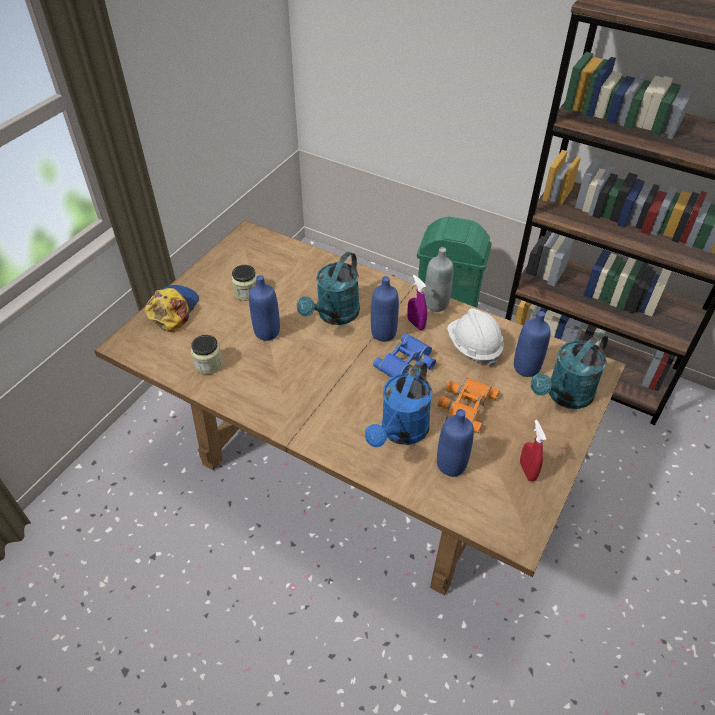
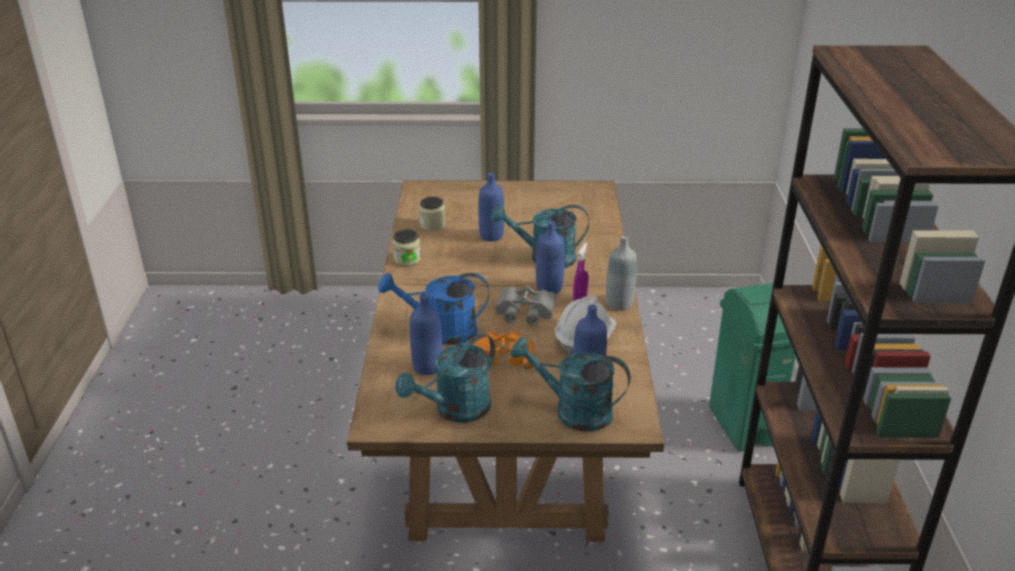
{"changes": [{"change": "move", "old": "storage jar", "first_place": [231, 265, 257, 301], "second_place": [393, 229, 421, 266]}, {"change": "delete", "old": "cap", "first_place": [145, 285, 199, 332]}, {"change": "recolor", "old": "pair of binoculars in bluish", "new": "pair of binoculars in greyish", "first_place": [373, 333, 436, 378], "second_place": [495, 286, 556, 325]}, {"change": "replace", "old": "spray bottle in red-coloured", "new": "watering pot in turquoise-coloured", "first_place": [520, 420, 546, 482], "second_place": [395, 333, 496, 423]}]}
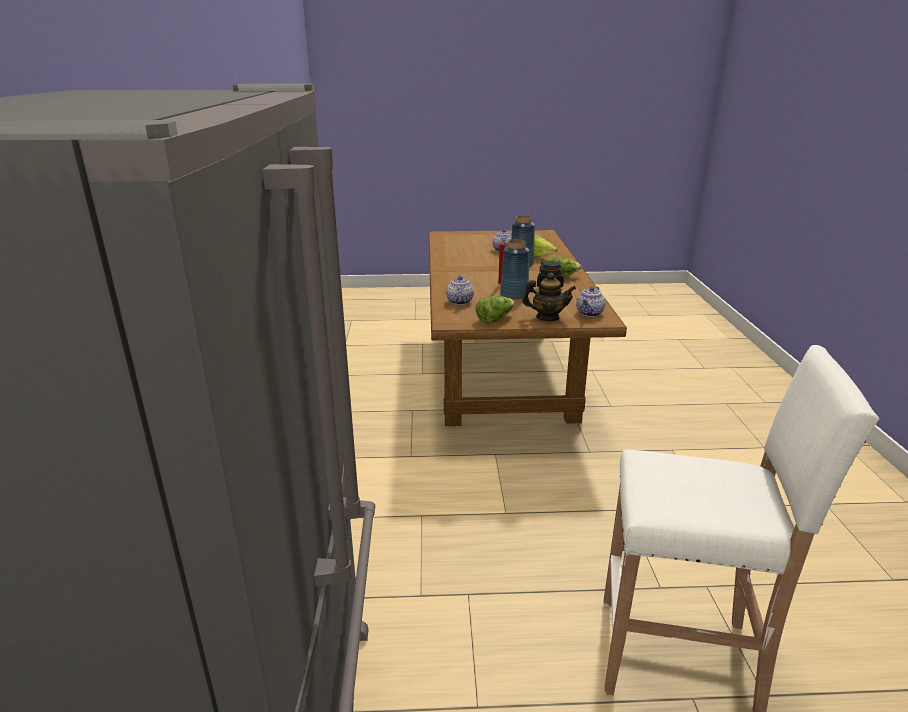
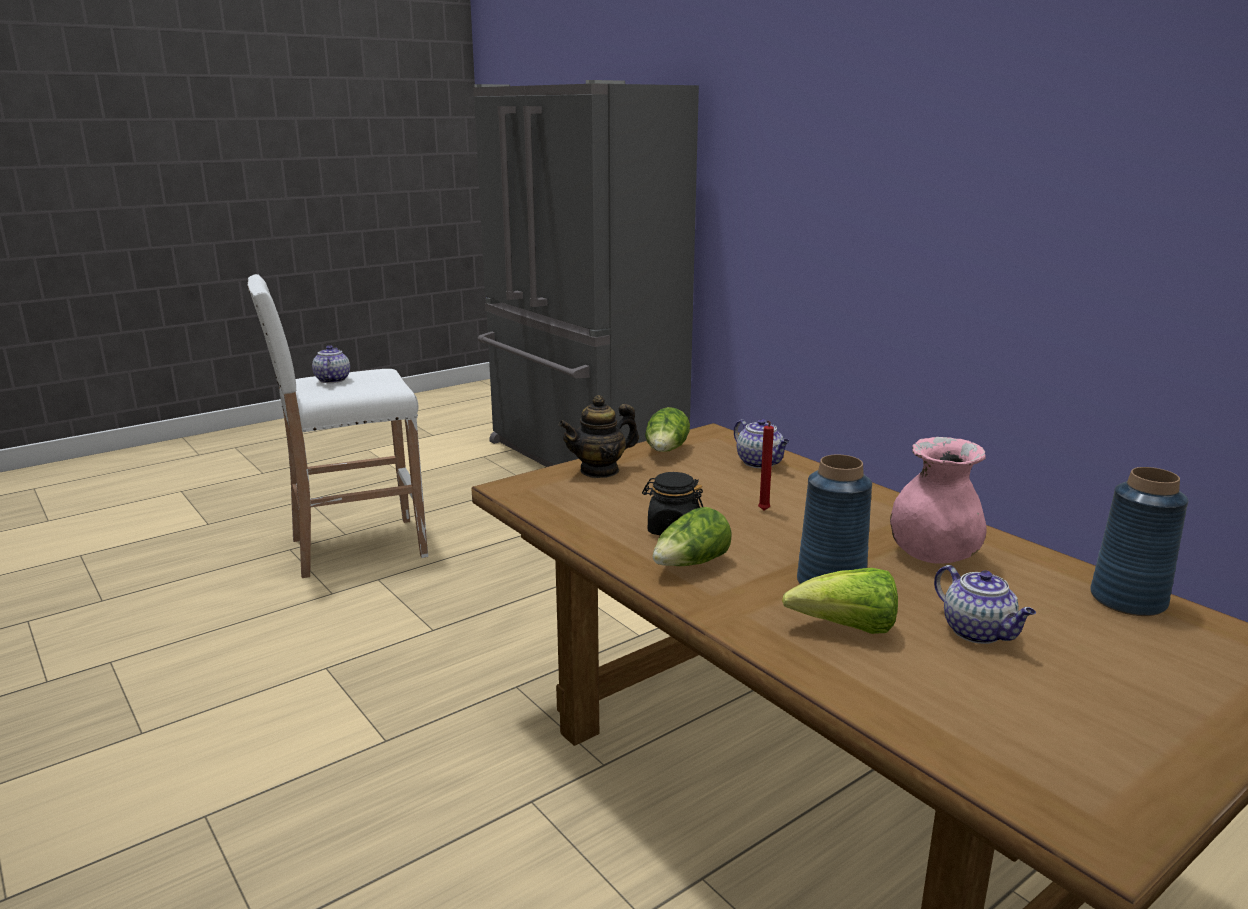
{"changes": [{"change": "move", "old": "decorative vase in bluish", "first_place": [500, 239, 529, 300], "second_place": [1090, 467, 1188, 616]}, {"change": "move", "old": "tea pot", "first_place": [576, 287, 605, 317], "second_place": [312, 345, 350, 383]}, {"change": "insert", "new": "decorative vase in pink", "second_place": [890, 437, 987, 564]}]}
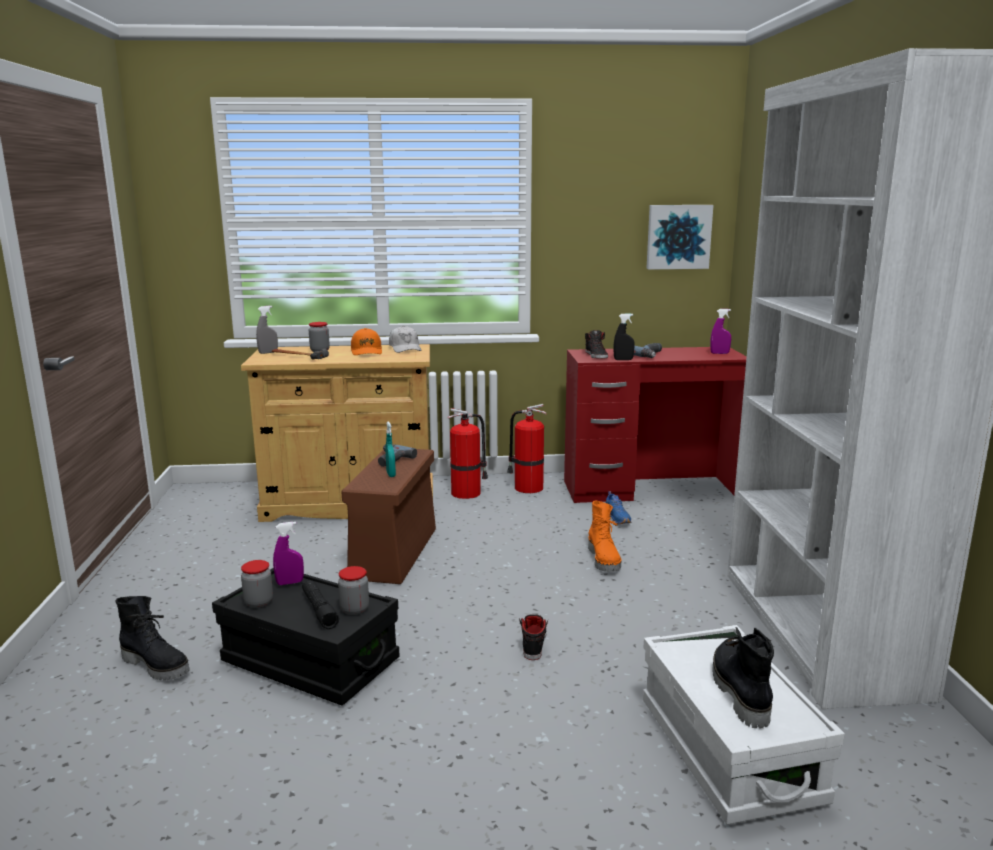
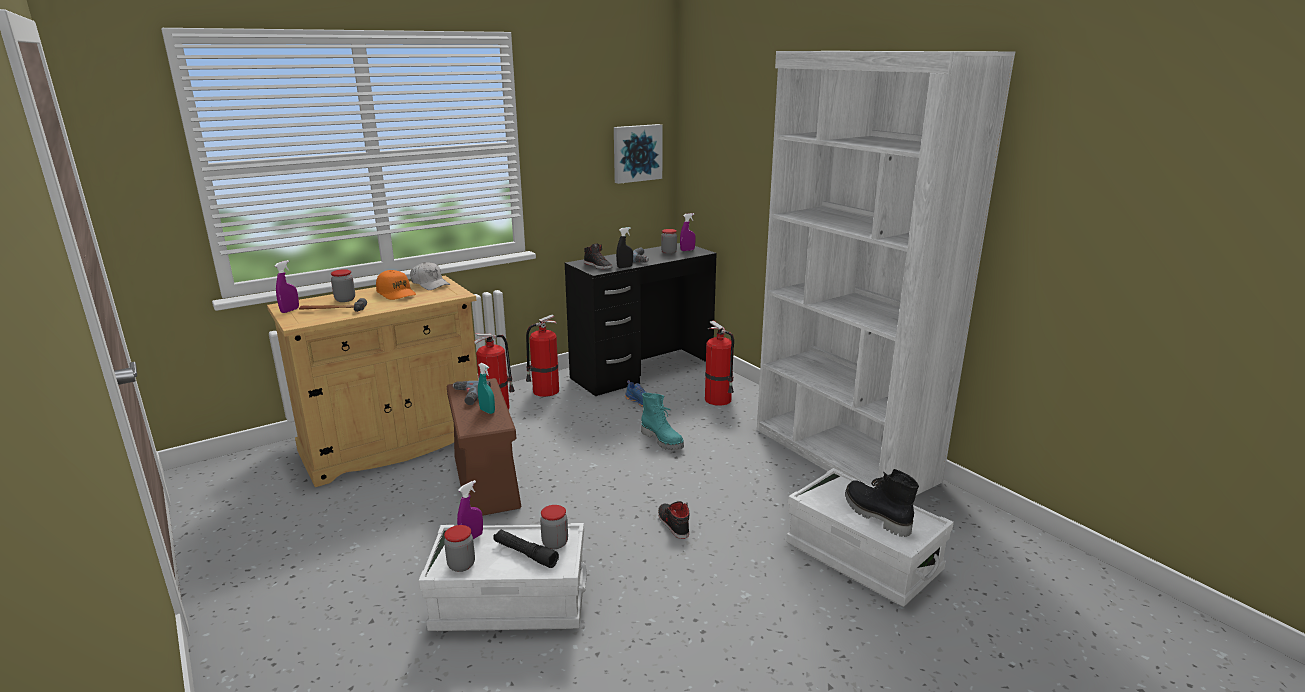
{"changes": [{"change": "recolor", "old": "spray bottle in greyish", "new": "spray bottle in purplish", "first_place": [256, 306, 278, 354], "second_place": [275, 260, 299, 313]}, {"change": "recolor", "old": "desk unit in red-coloured", "new": "desk unit in black", "first_place": [564, 347, 747, 503], "second_place": [565, 243, 717, 396]}, {"change": "recolor", "old": "boot in orangey", "new": "boot in turquoise-coloured", "first_place": [588, 501, 622, 572], "second_place": [641, 393, 684, 450]}, {"change": "recolor", "old": "storage container in black", "new": "storage container in whitish", "first_place": [212, 568, 400, 706], "second_place": [418, 523, 587, 631]}, {"change": "delete", "old": "boot in black", "first_place": [115, 596, 190, 680]}, {"change": "insert", "new": "storage jar", "second_place": [661, 229, 677, 254]}, {"change": "insert", "new": "fire-fighting cylinder", "second_place": [705, 320, 734, 406]}]}
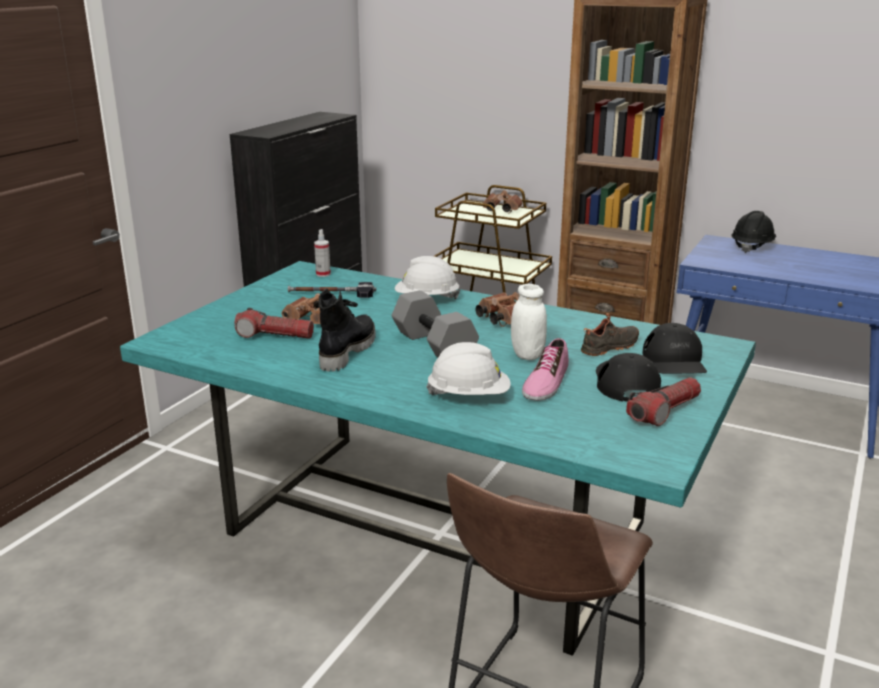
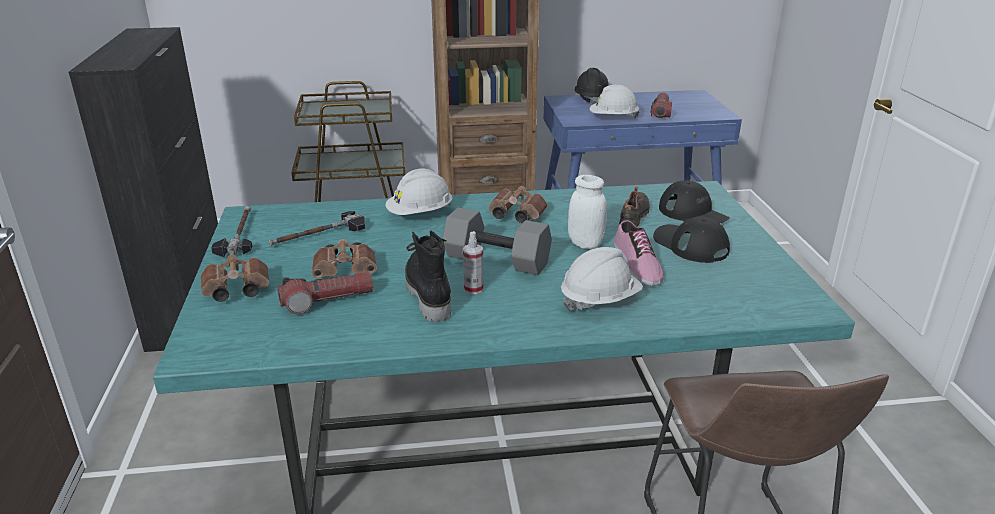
{"changes": [{"change": "move", "old": "pair of binoculars in brownish", "first_place": [483, 190, 523, 213], "second_place": [200, 255, 269, 302]}, {"change": "move", "old": "spray bottle", "first_place": [314, 229, 331, 277], "second_place": [463, 231, 484, 294]}, {"change": "move", "old": "hand torch", "first_place": [626, 377, 701, 426], "second_place": [650, 92, 672, 118]}, {"change": "insert", "new": "safety helmet in whitish", "second_place": [590, 85, 639, 118]}, {"change": "insert", "new": "hand hammer", "second_place": [211, 206, 252, 257]}]}
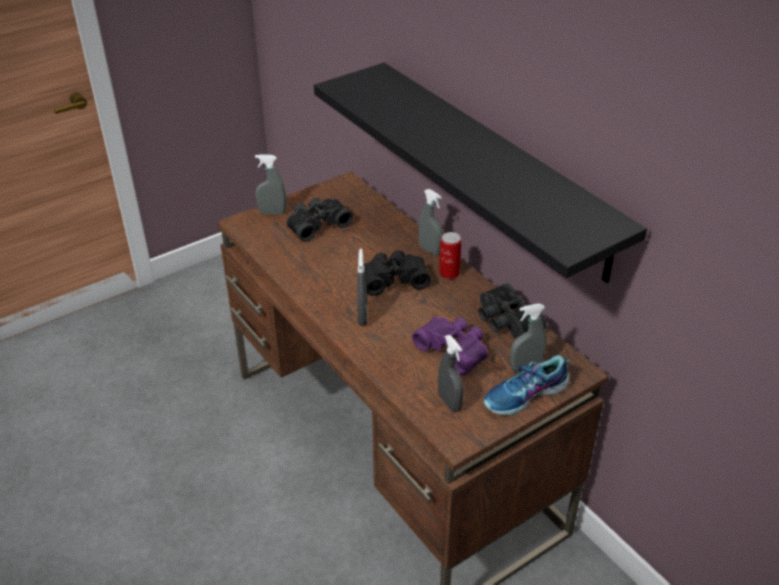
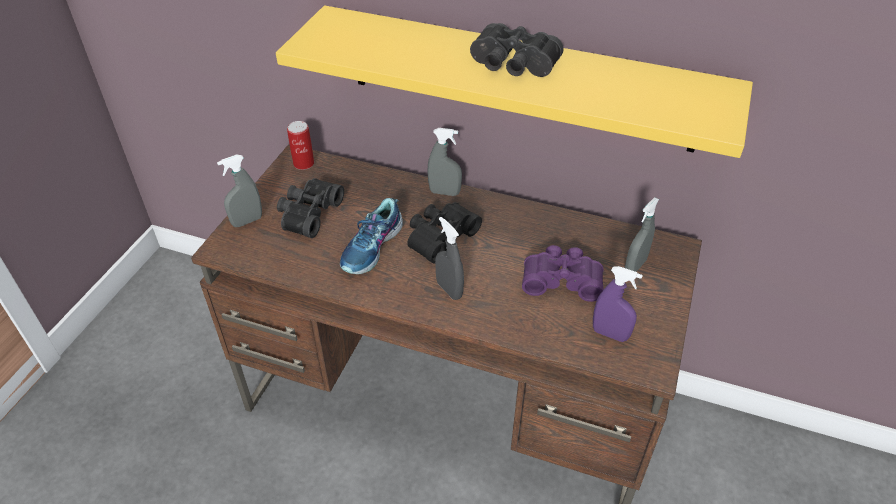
{"changes": [{"change": "recolor", "old": "shelf in black", "new": "shelf in yellow-coloured", "first_place": [314, 63, 647, 283], "second_place": [276, 6, 753, 158]}, {"change": "move", "old": "can", "first_place": [439, 232, 461, 279], "second_place": [287, 121, 314, 170]}, {"change": "move", "old": "pair of binoculars in black", "first_place": [478, 283, 547, 339], "second_place": [470, 23, 564, 77]}, {"change": "recolor", "old": "spray bottle in greyish", "new": "spray bottle in purplish", "first_place": [438, 335, 464, 412], "second_place": [593, 266, 643, 342]}, {"change": "move", "old": "shoe", "first_place": [484, 355, 571, 416], "second_place": [340, 198, 403, 274]}]}
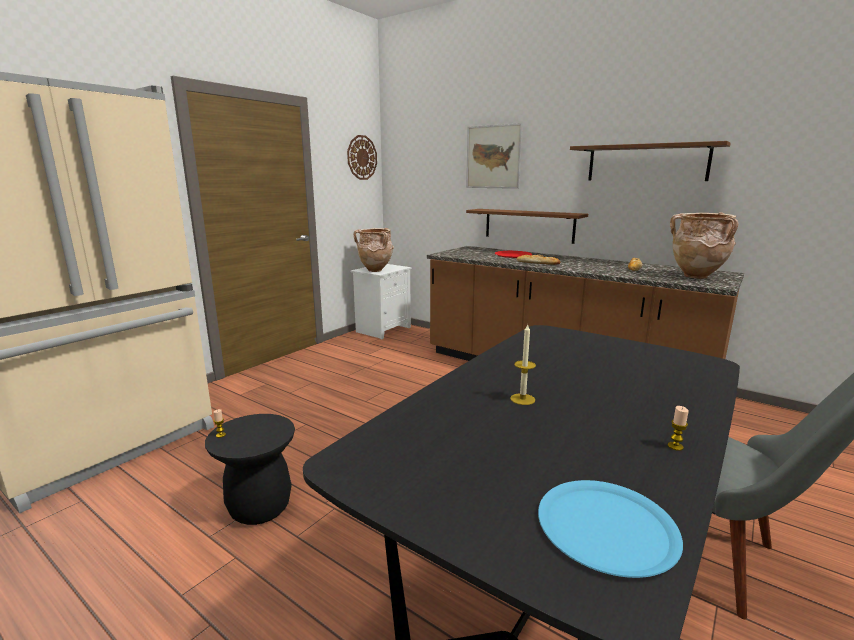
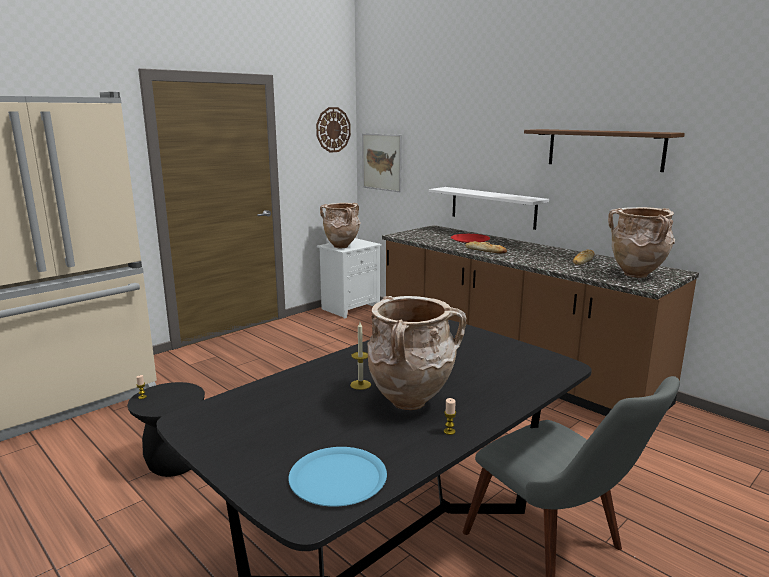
{"changes": [{"change": "move", "old": "wall picture", "first_place": [466, 123, 523, 189], "second_place": [362, 133, 402, 193]}, {"change": "recolor", "old": "shelf in brownish", "new": "shelf in whitish", "first_place": [466, 209, 588, 244], "second_place": [429, 187, 549, 230]}, {"change": "insert", "new": "decorative vase in beige", "second_place": [368, 296, 466, 410]}]}
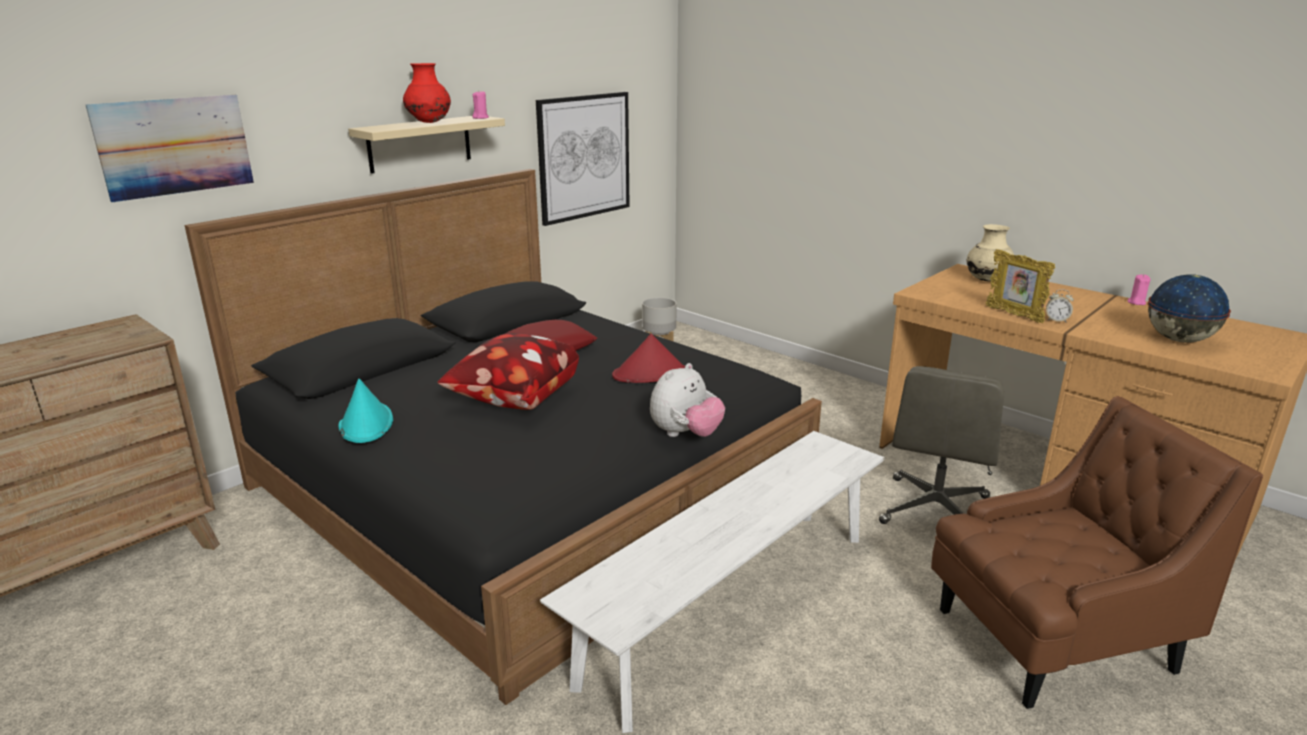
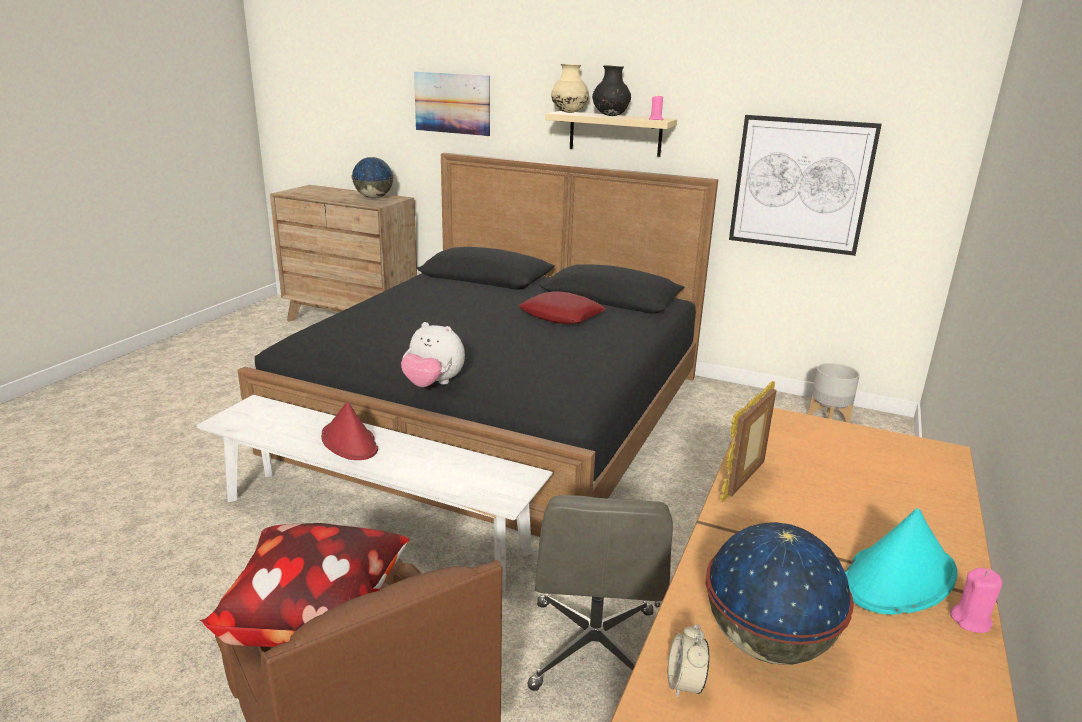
{"changes": [{"change": "recolor", "old": "decorative vase in red-coloured", "new": "decorative vase in black", "first_place": [403, 63, 451, 123], "second_place": [592, 65, 631, 116]}, {"change": "move", "old": "decorative vase in beige", "first_place": [967, 224, 1014, 281], "second_place": [551, 64, 589, 113]}, {"change": "move", "old": "alarm clock", "first_place": [1046, 289, 1074, 323], "second_place": [668, 624, 710, 698]}, {"change": "move", "old": "throw pillow", "first_place": [438, 333, 579, 410], "second_place": [200, 523, 409, 647]}, {"change": "move", "old": "clothing hat in red-coloured", "first_place": [612, 334, 685, 383], "second_place": [321, 401, 378, 460]}, {"change": "rotate", "old": "computer chair in greyish", "first_place": [879, 366, 1004, 524], "second_place": [527, 495, 673, 691], "degrees": -90}, {"change": "move", "old": "clothing hat in turquoise-coloured", "first_place": [339, 379, 393, 443], "second_place": [845, 508, 958, 614]}, {"change": "insert", "new": "globe", "second_place": [351, 157, 394, 198]}]}
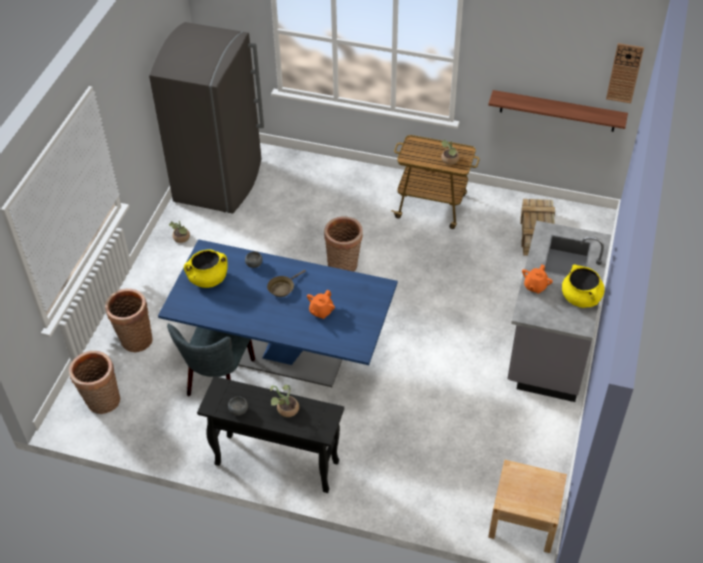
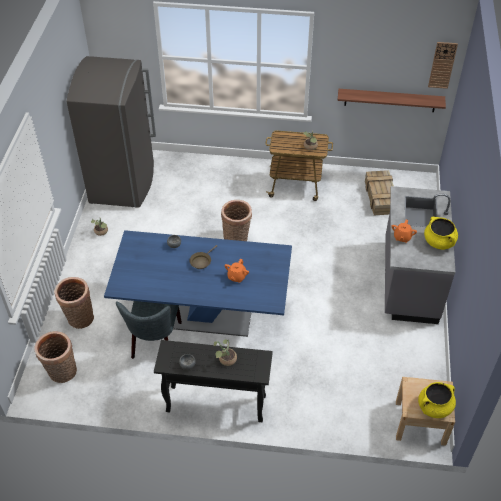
{"changes": [{"change": "move", "old": "saucepot in yellow-coloured", "first_place": [184, 250, 227, 288], "second_place": [418, 382, 456, 418]}]}
